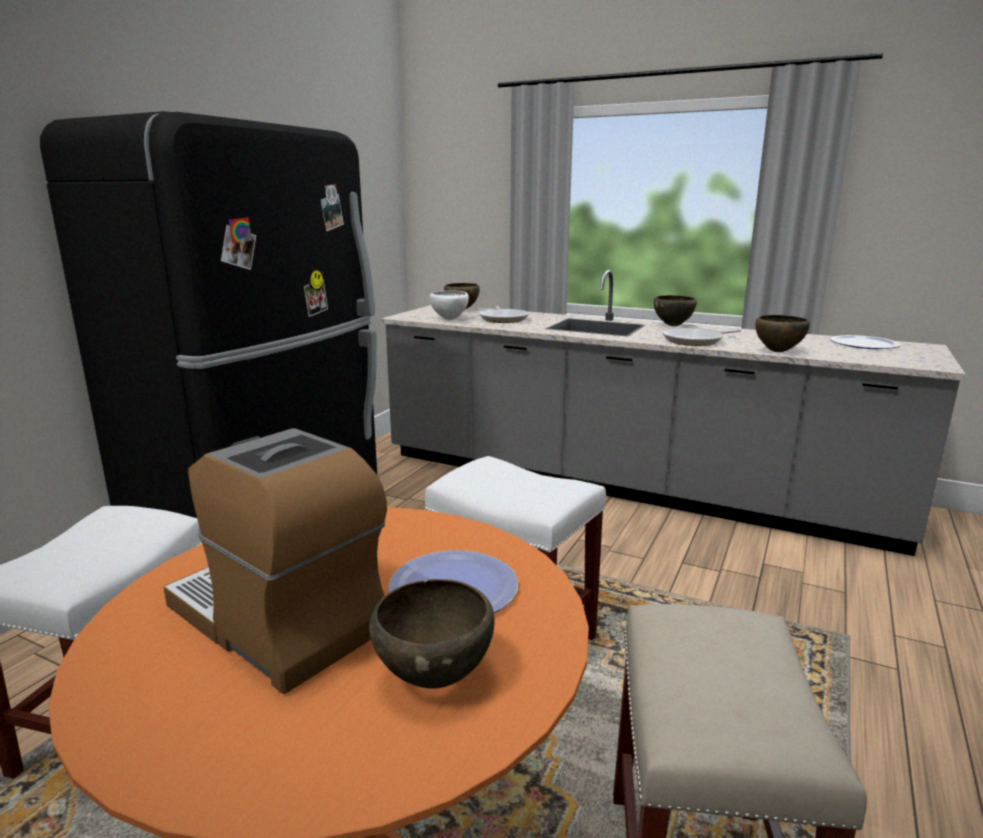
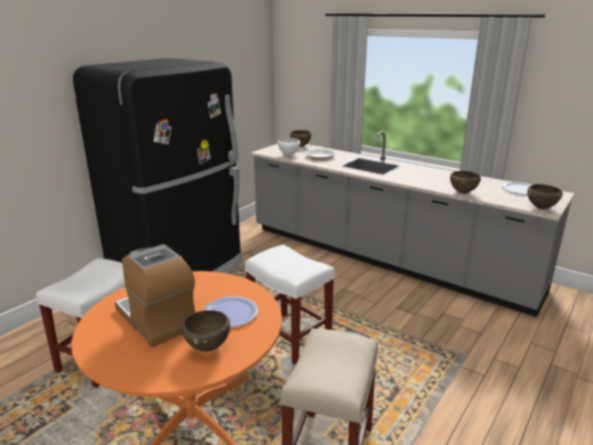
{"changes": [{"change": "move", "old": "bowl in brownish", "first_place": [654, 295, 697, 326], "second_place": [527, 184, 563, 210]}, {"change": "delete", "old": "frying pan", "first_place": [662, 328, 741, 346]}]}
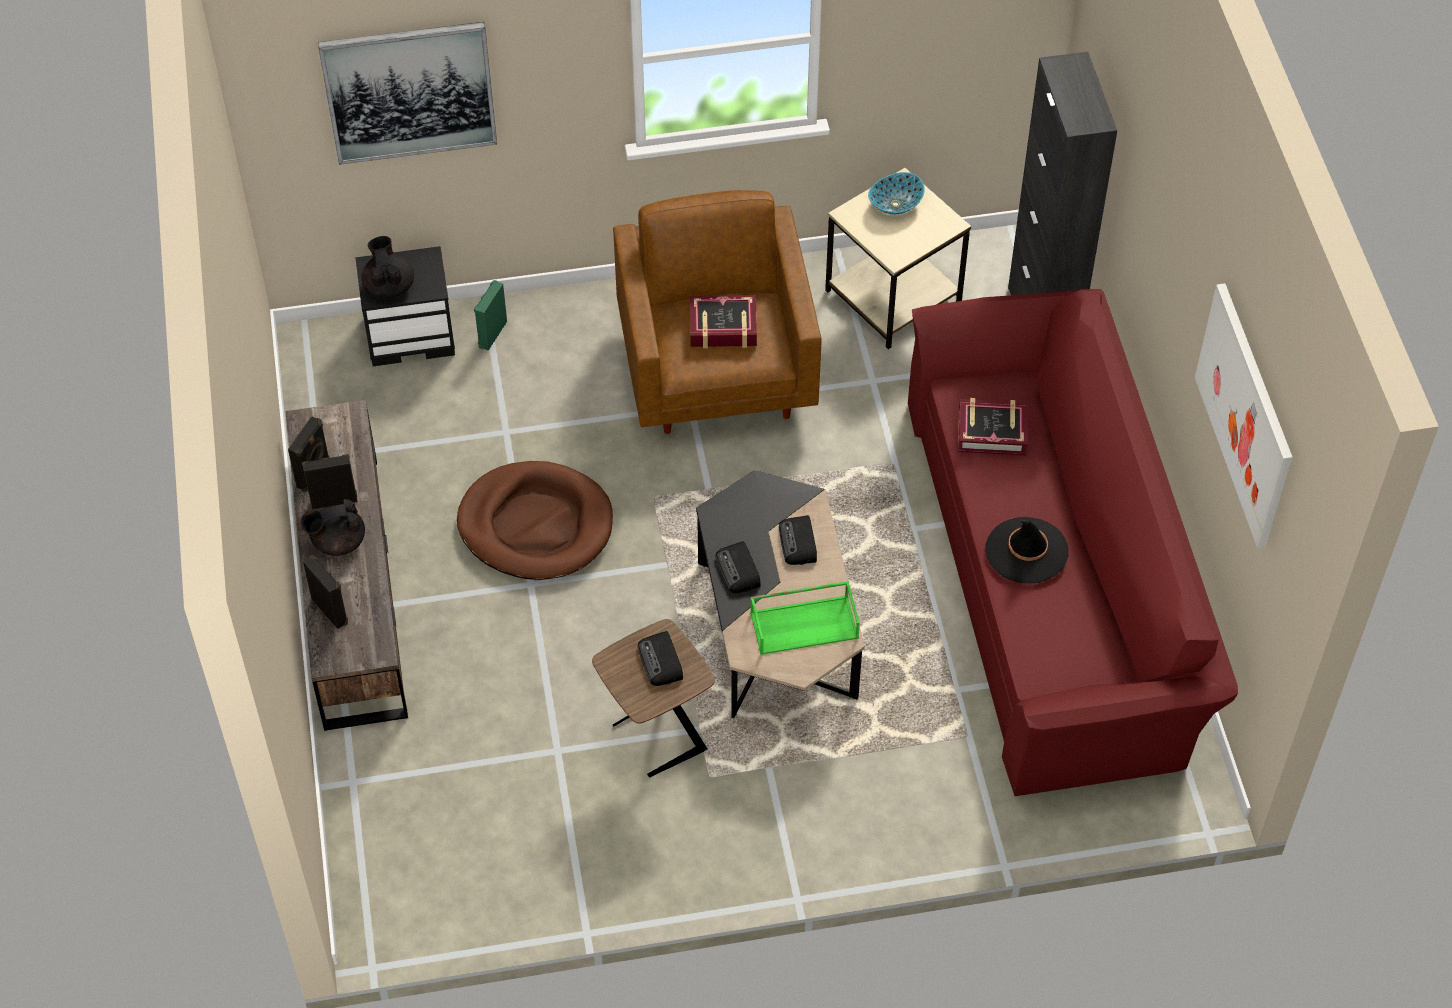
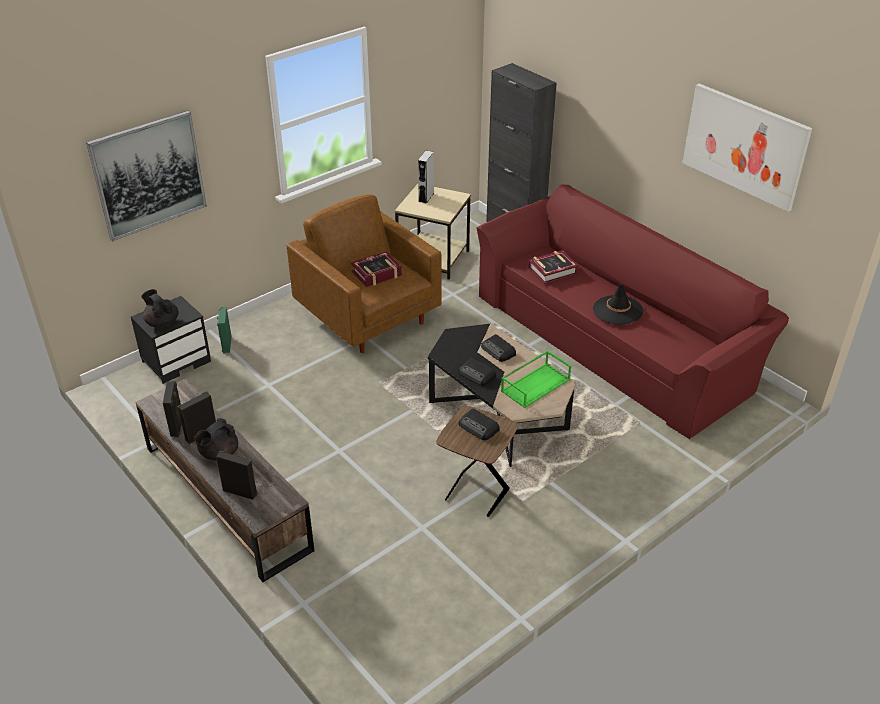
{"changes": [{"change": "replace", "old": "bowl", "new": "loudspeaker in greyish", "first_place": [868, 172, 925, 214], "second_place": [418, 151, 434, 204]}, {"change": "delete", "old": "dog bed in brownish", "first_place": [457, 461, 613, 580]}]}
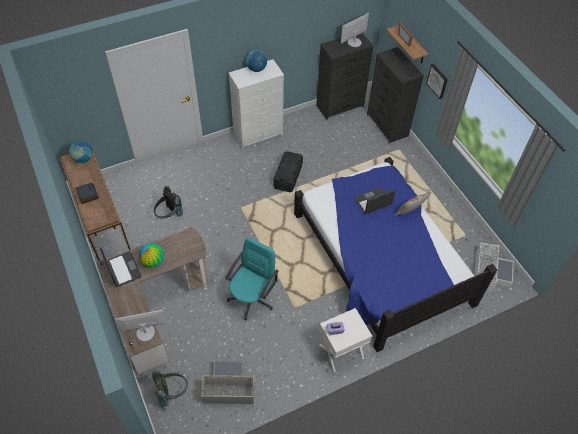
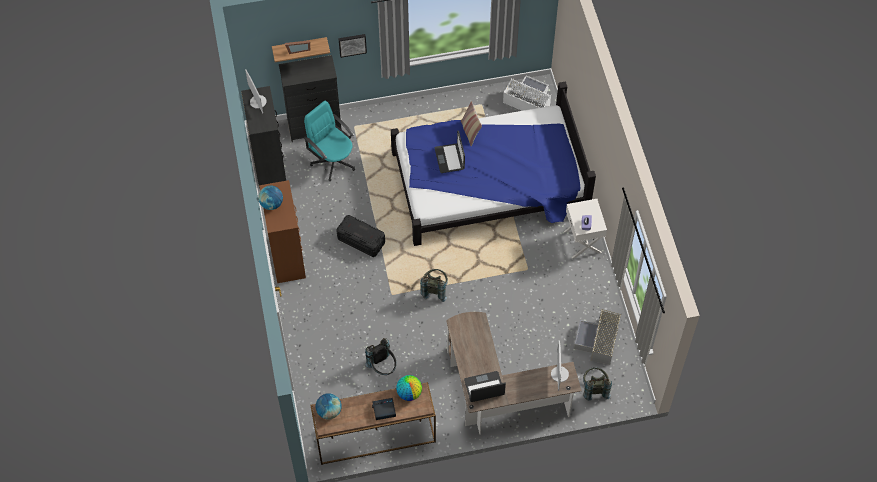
{"changes": [{"change": "recolor", "old": "chest of drawers in whitish", "new": "chest of drawers in brownish", "first_place": [228, 59, 284, 149], "second_place": [259, 180, 306, 283]}, {"change": "move", "old": "computer chair in turquoise-coloured", "first_place": [225, 237, 279, 320], "second_place": [304, 101, 355, 181]}, {"change": "move", "old": "globe", "first_place": [139, 243, 164, 268], "second_place": [396, 375, 422, 401]}, {"change": "insert", "new": "rucksack in greyish", "second_place": [420, 269, 448, 302]}]}
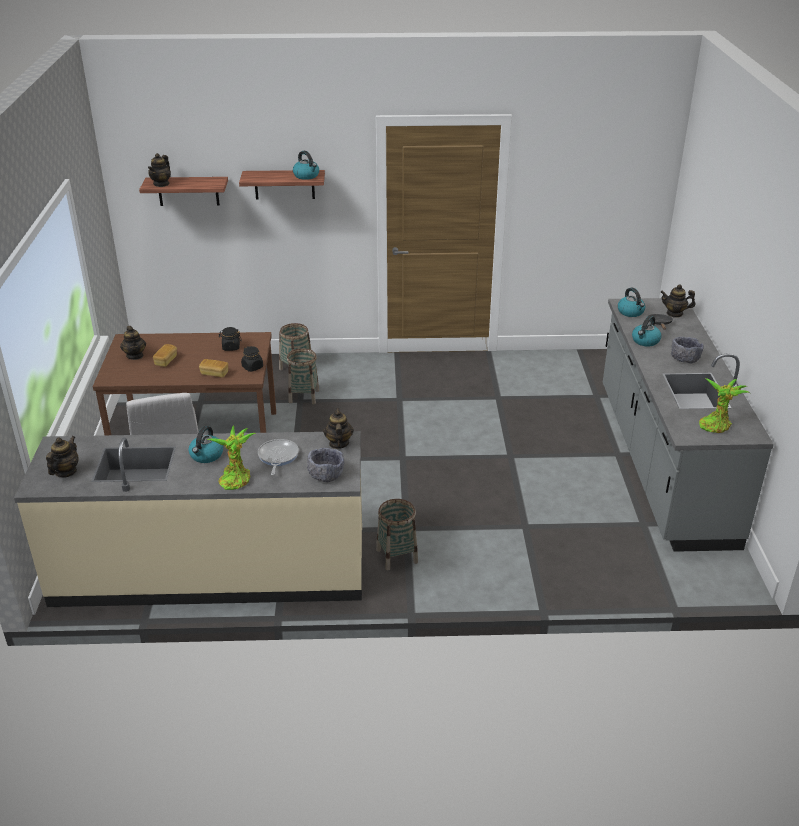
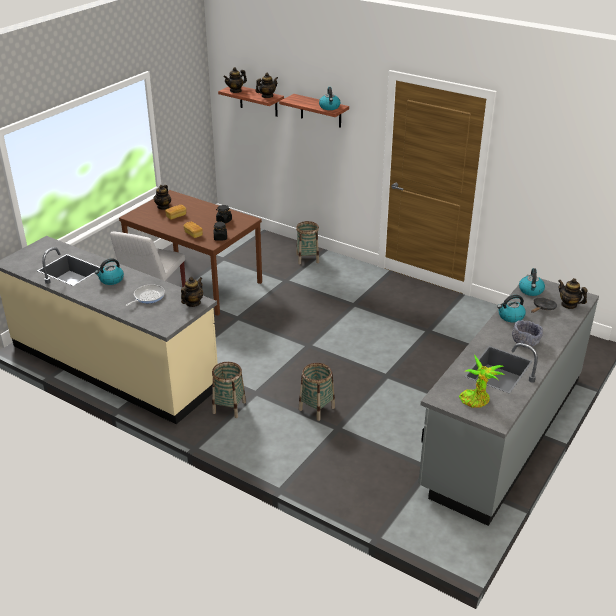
{"changes": [{"change": "move", "old": "storage basket", "first_place": [287, 348, 319, 404], "second_place": [299, 363, 335, 421]}, {"change": "delete", "old": "potted plant", "first_place": [207, 426, 256, 490]}, {"change": "move", "old": "tea pot", "first_place": [46, 436, 79, 478], "second_place": [256, 73, 278, 98]}, {"change": "delete", "old": "bowl in greyish", "first_place": [307, 448, 344, 482]}]}
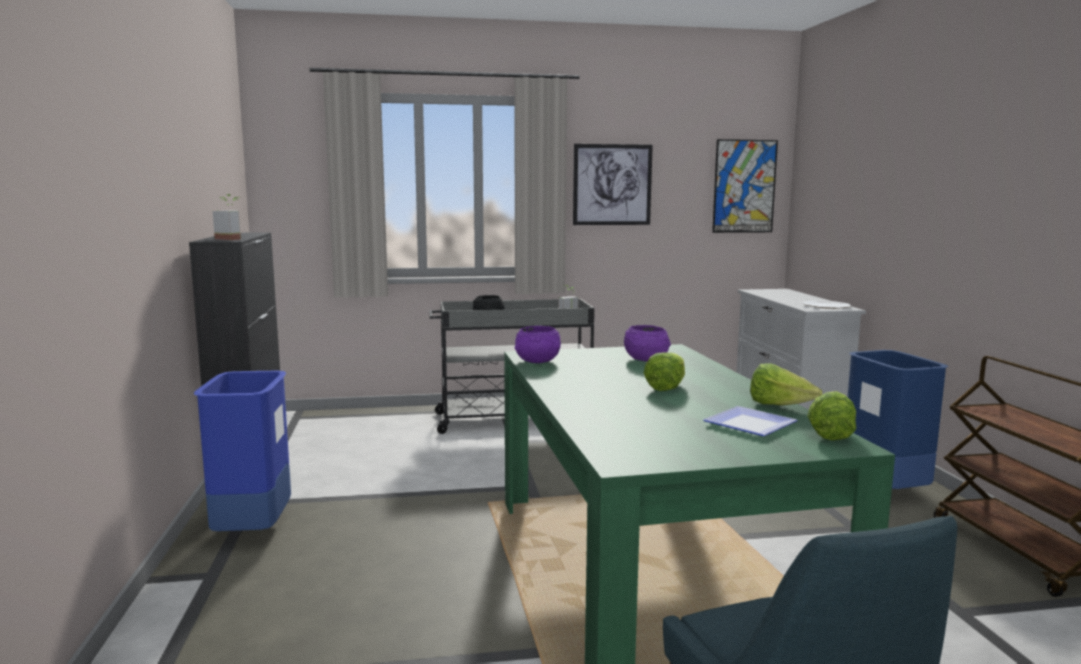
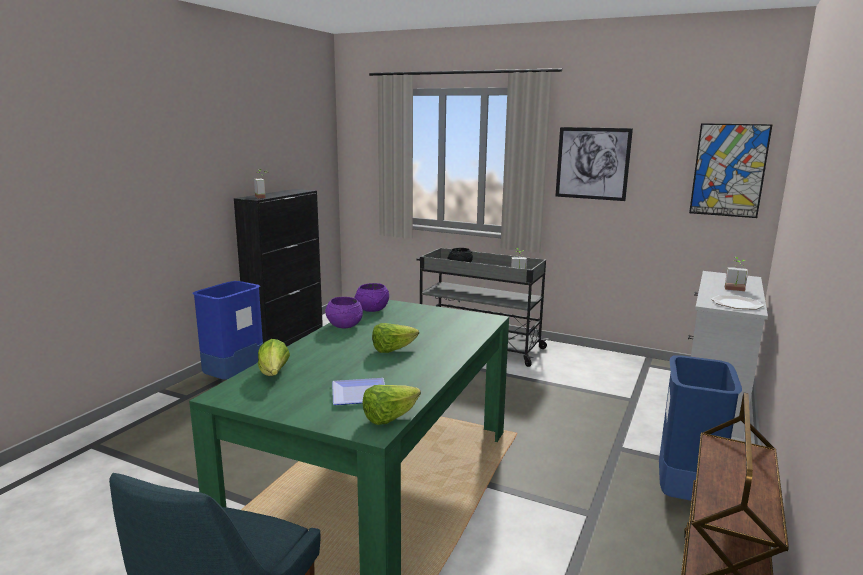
{"changes": [{"change": "move", "old": "bowl in purplish", "first_place": [624, 325, 671, 361], "second_place": [325, 297, 363, 329]}, {"change": "move", "old": "lettuce head", "first_place": [750, 363, 822, 405], "second_place": [258, 339, 290, 376]}, {"change": "insert", "new": "potted plant", "second_place": [725, 257, 748, 291]}]}
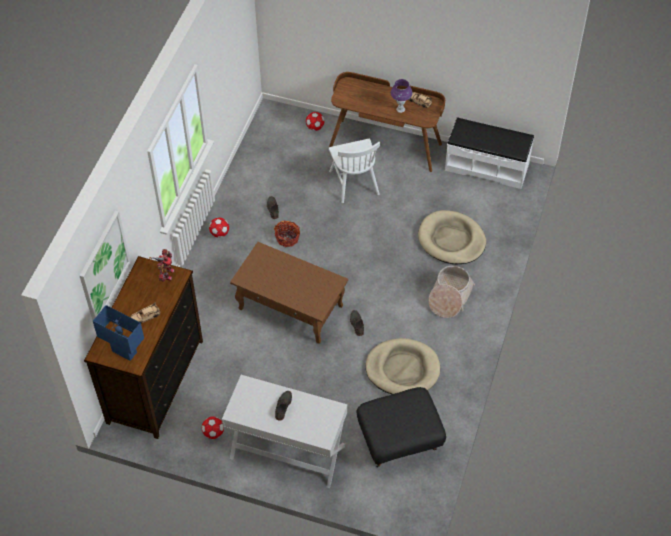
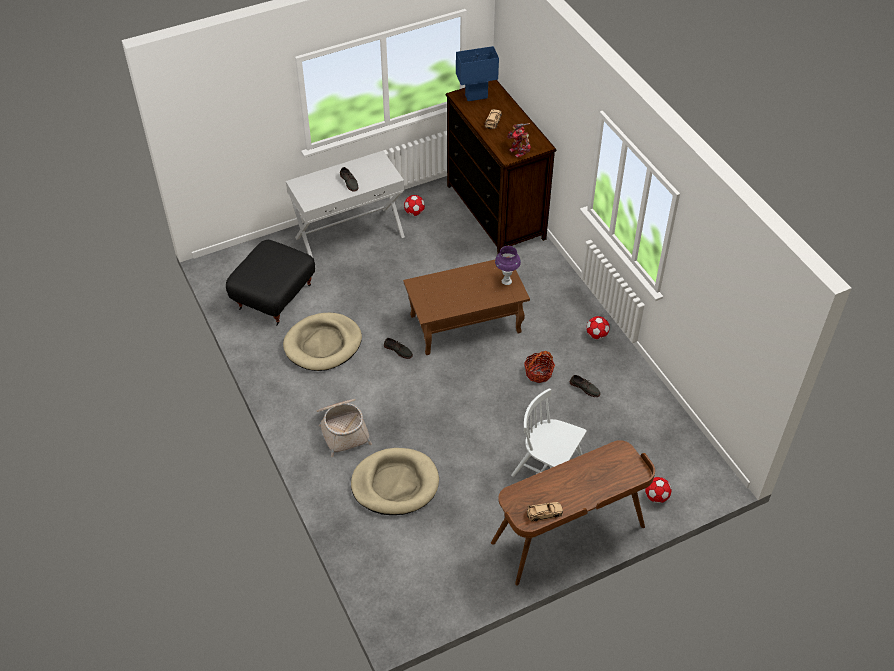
{"changes": [{"change": "move", "old": "lamp for a table in purplish", "first_place": [391, 79, 412, 113], "second_place": [495, 246, 521, 285]}, {"change": "delete", "old": "bench in whitish", "first_place": [445, 117, 534, 189]}, {"change": "delete", "old": "wall picture", "first_place": [79, 211, 131, 321]}]}
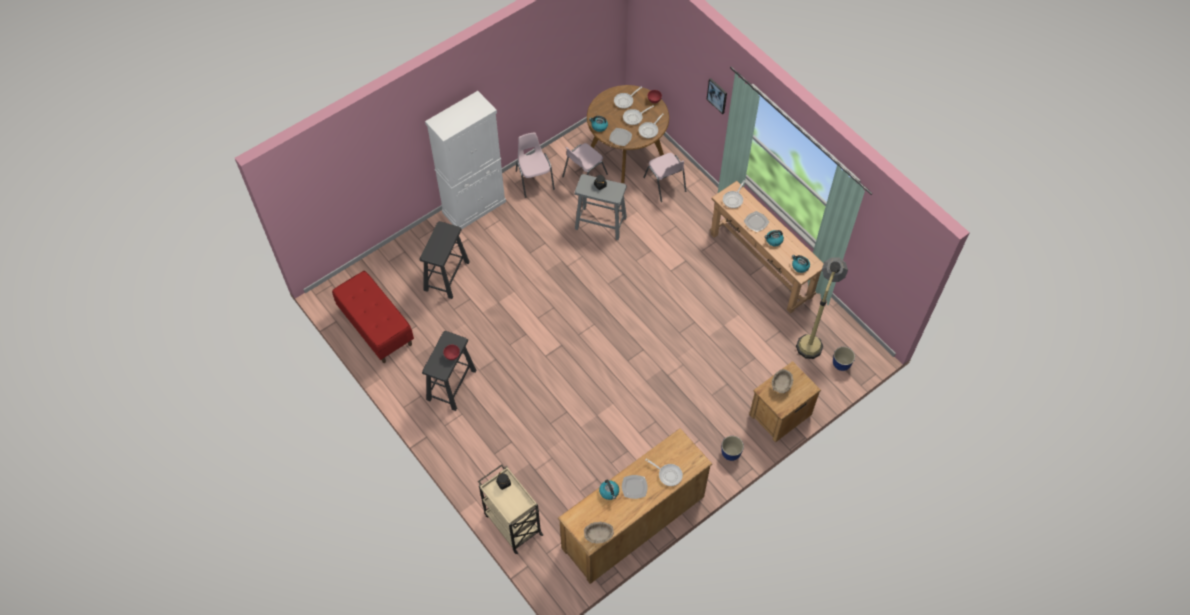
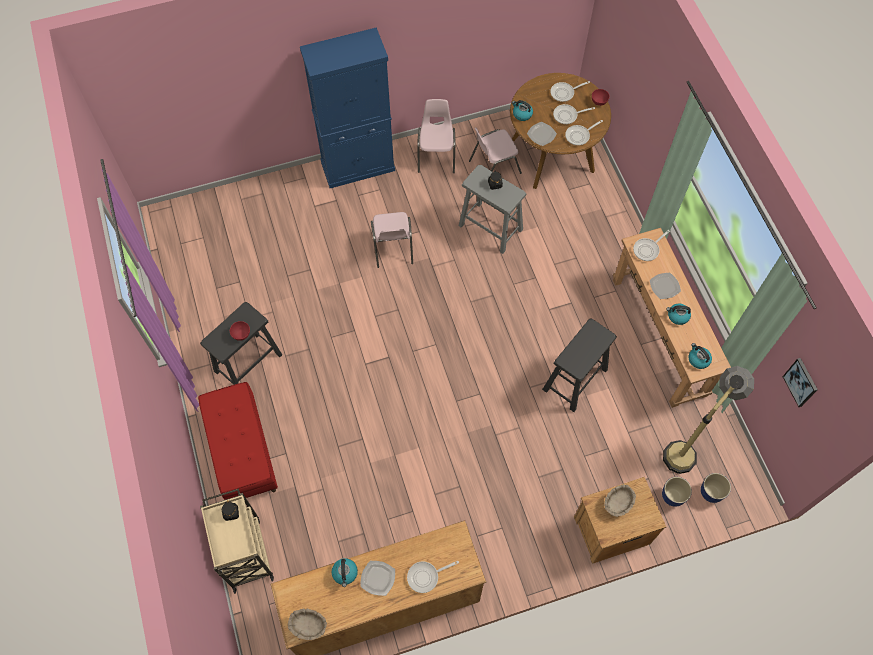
{"changes": [{"change": "move", "old": "wall picture", "first_place": [706, 78, 727, 114], "second_place": [782, 358, 818, 407]}, {"change": "recolor", "old": "storage cabinet in whitish", "new": "storage cabinet in bluish", "first_place": [425, 91, 506, 229], "second_place": [300, 27, 395, 188]}, {"change": "move", "old": "chair in pink", "first_place": [643, 153, 686, 202], "second_place": [371, 212, 413, 268]}, {"change": "move", "old": "stool in black", "first_place": [419, 221, 470, 299], "second_place": [542, 318, 617, 412]}, {"change": "move", "old": "bench in red-coloured", "first_place": [332, 271, 414, 363], "second_place": [198, 382, 278, 500]}, {"change": "move", "old": "flower pot", "first_place": [721, 436, 744, 461], "second_place": [662, 477, 692, 507]}, {"change": "rotate", "old": "frying pan", "first_place": [645, 459, 683, 486], "second_place": [407, 561, 459, 593], "degrees": 105}]}
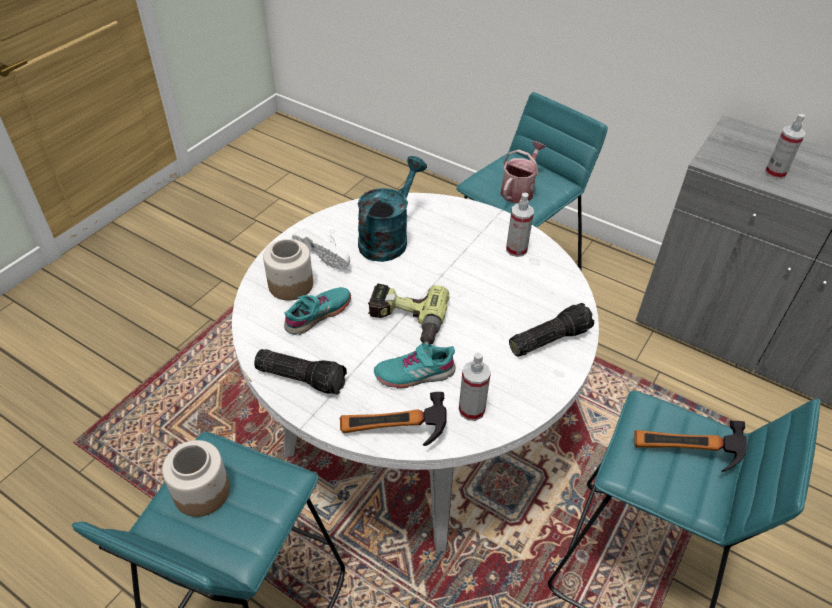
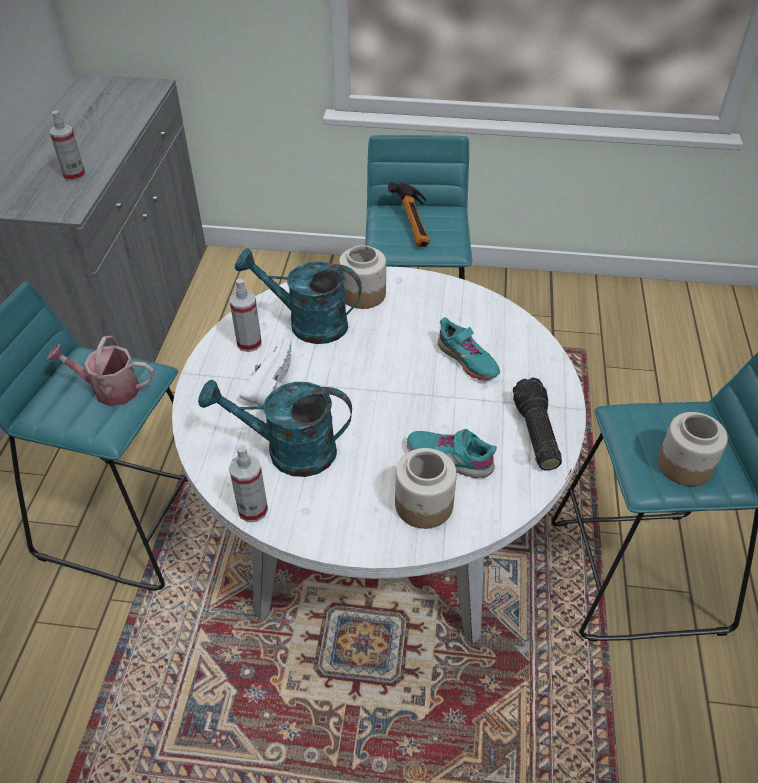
{"changes": [{"change": "move", "old": "shoe in whitish", "first_place": [292, 225, 350, 269], "second_place": [239, 337, 291, 406]}, {"change": "delete", "old": "electric drill", "first_place": [368, 284, 450, 345]}, {"change": "replace", "old": "hand torch", "new": "storage jar", "first_place": [509, 303, 594, 357], "second_place": [339, 245, 386, 309]}, {"change": "move", "old": "spray bottle", "first_place": [459, 352, 491, 421], "second_place": [229, 445, 268, 522]}, {"change": "delete", "old": "hand hammer", "first_place": [340, 392, 447, 446]}, {"change": "insert", "new": "watering pot in turquoise-coloured", "second_place": [235, 249, 362, 344]}]}
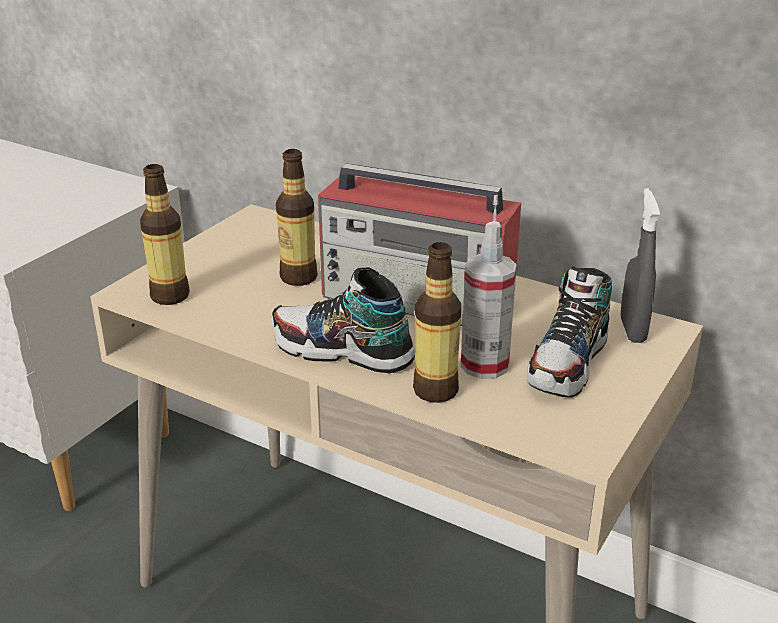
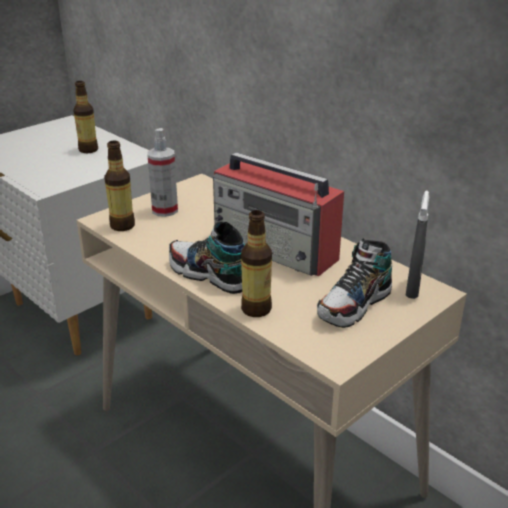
{"changes": [{"change": "move", "old": "drink bottle", "first_place": [276, 149, 318, 286], "second_place": [73, 81, 98, 153]}, {"change": "move", "old": "spray bottle", "first_place": [461, 221, 517, 379], "second_place": [147, 128, 178, 217]}]}
